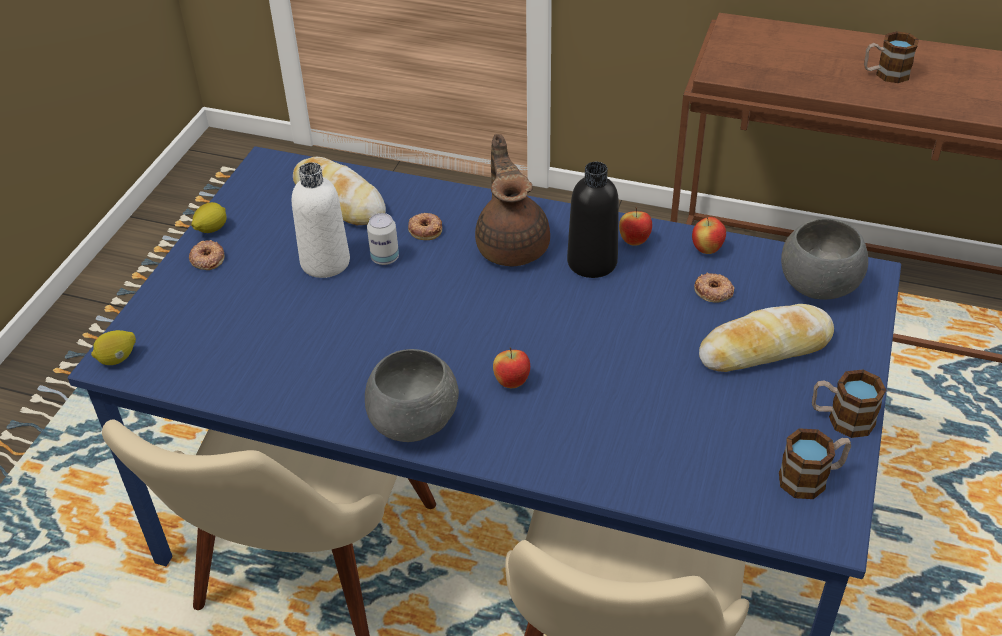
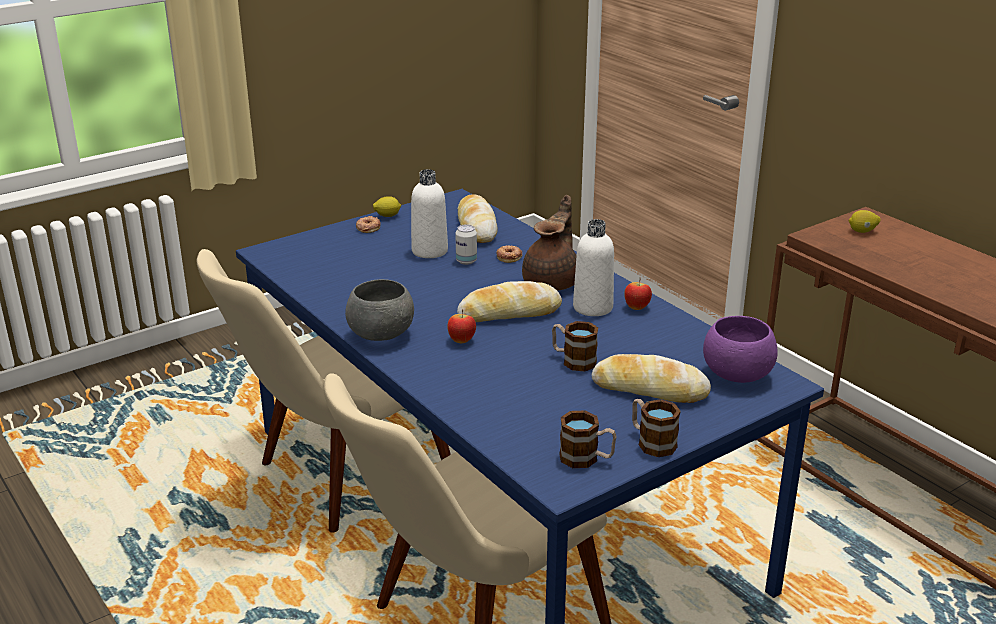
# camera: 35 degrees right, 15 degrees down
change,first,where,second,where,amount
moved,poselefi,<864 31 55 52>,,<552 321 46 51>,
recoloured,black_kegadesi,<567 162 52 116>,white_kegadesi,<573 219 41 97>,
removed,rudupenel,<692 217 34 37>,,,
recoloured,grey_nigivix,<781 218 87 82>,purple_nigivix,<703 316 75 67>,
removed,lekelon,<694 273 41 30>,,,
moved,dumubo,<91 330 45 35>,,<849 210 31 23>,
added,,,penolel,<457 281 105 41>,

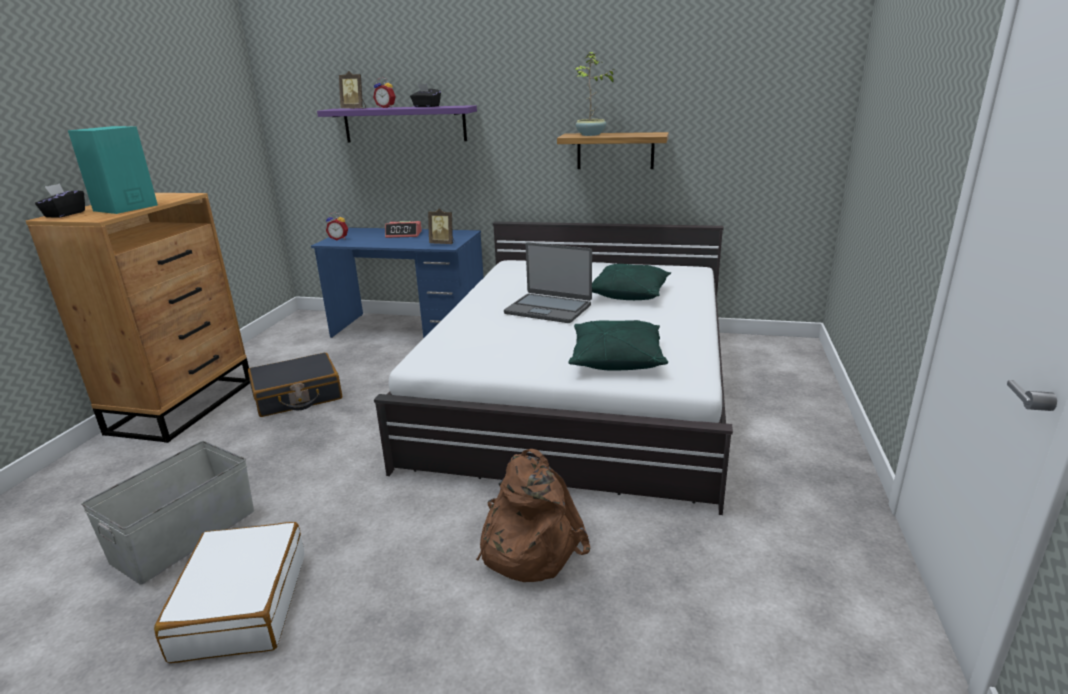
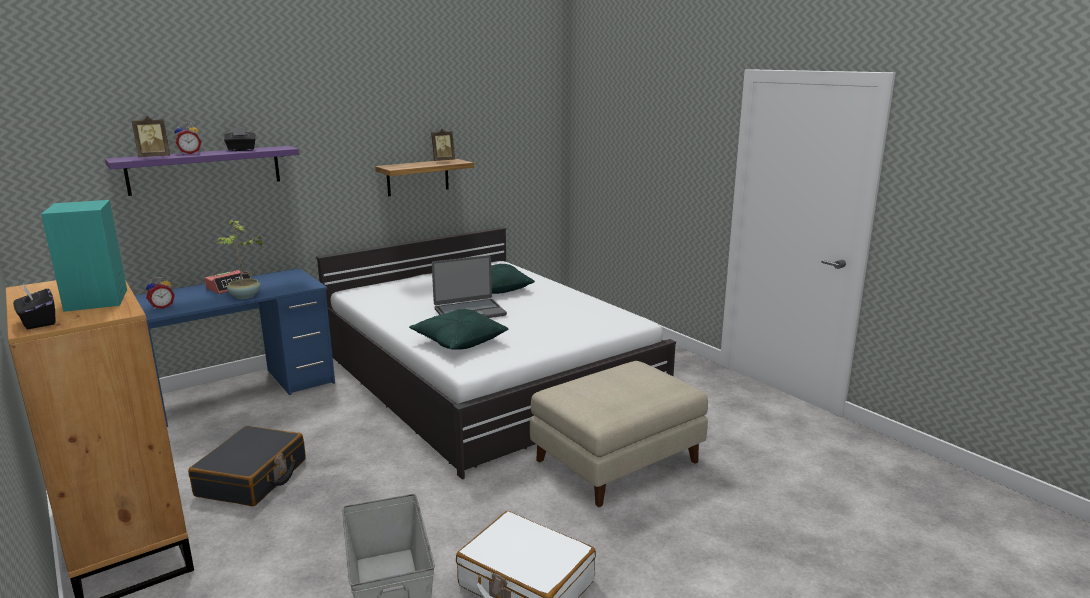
# camera: 50 degrees left, 5 degrees down
change,first,where,second,where,amount
moved,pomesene,<575 52 41 84>,,<216 220 50 79>,
moved,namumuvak,<428 208 26 36>,,<431 129 24 32>,
moved,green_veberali,<568 320 100 51>,,<409 309 99 41>,
replaced,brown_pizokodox,<476 449 114 133>,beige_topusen,<530 361 178 146>,

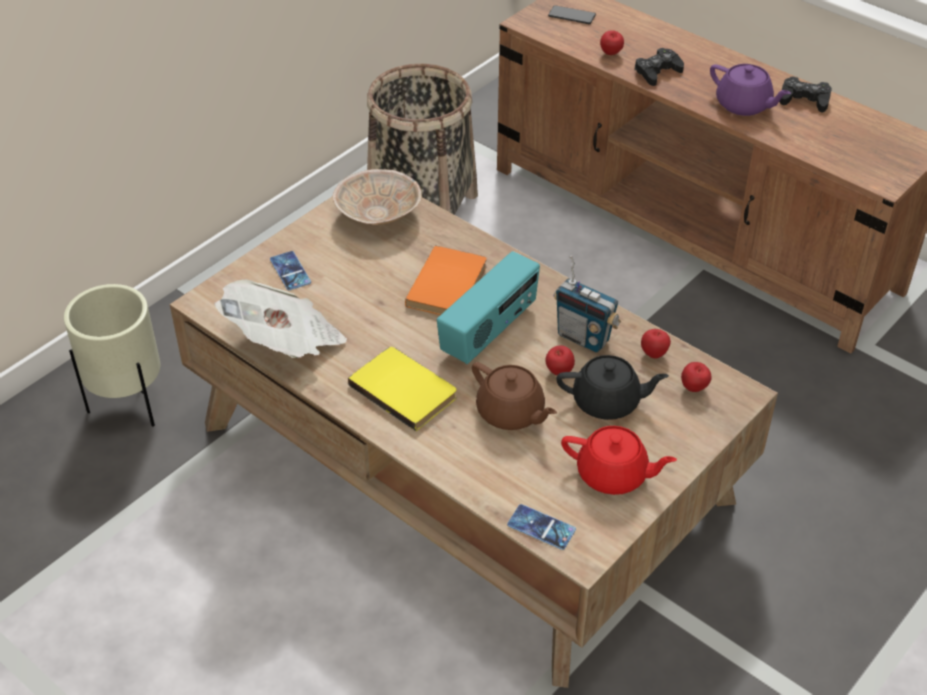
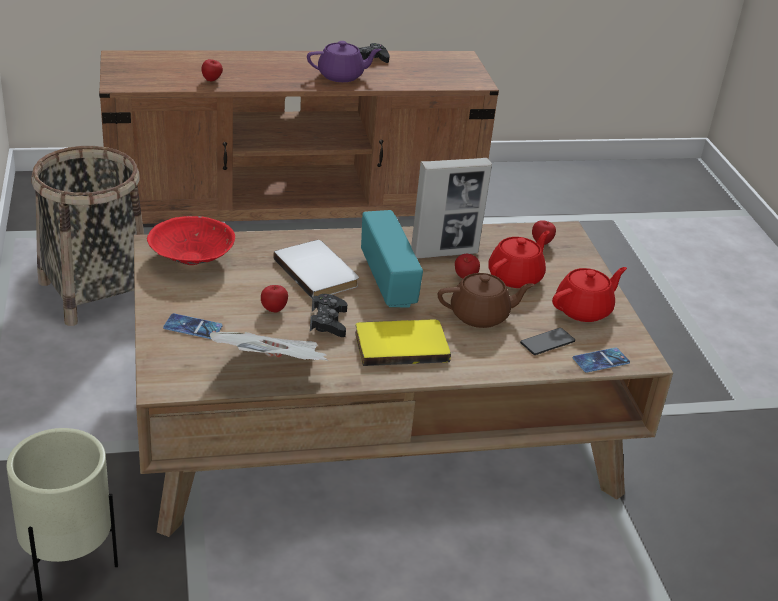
# camera: 55 degrees left, 10 degrees down
change,first,where,second,where,amount
moved,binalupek,<548 5 48 19>,,<520 328 55 27>,
moved,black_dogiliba,<634 48 50 38>,,<310 294 37 43>,
recoloured,beige_nigivix,<332 169 90 56>,red_nigivix,<147 216 88 49>,
recoloured,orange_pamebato,<405 246 82 69>,white_pamebato,<273 240 86 59>,
replaced,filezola,<554 255 67 98>,namumuvak,<411 158 81 101>,
moved,rudupenel,<641 329 30 30>,,<261 285 27 28>,
recoloured,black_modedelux,<556 355 113 65>,red_modedelux,<488 231 62 57>,

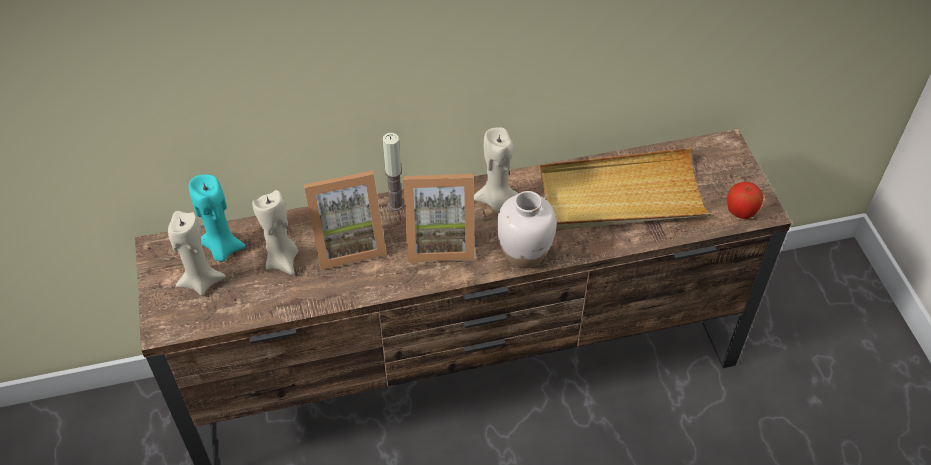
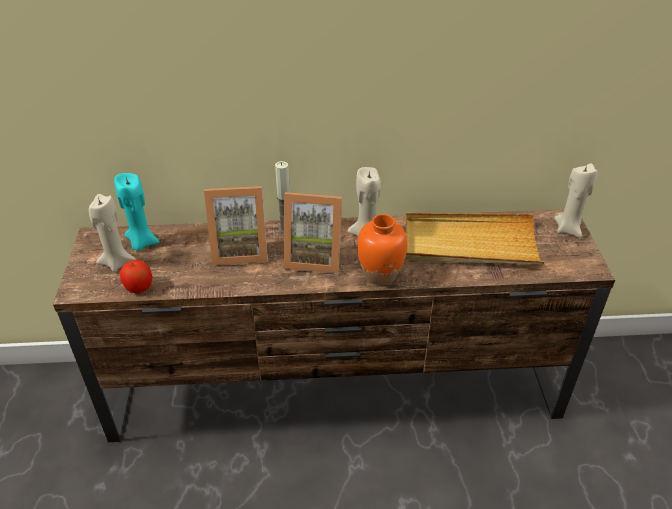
# camera: 10 degrees right, 10 degrees down
change,first,where,second,where,amount
moved,rudupenel,<727 182 37 37>,,<120 260 32 33>,
moved,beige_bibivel,<252 190 46 85>,,<554 163 44 75>,
recoloured,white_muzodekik,<497 191 60 77>,orange_muzodekik,<357 214 51 71>,

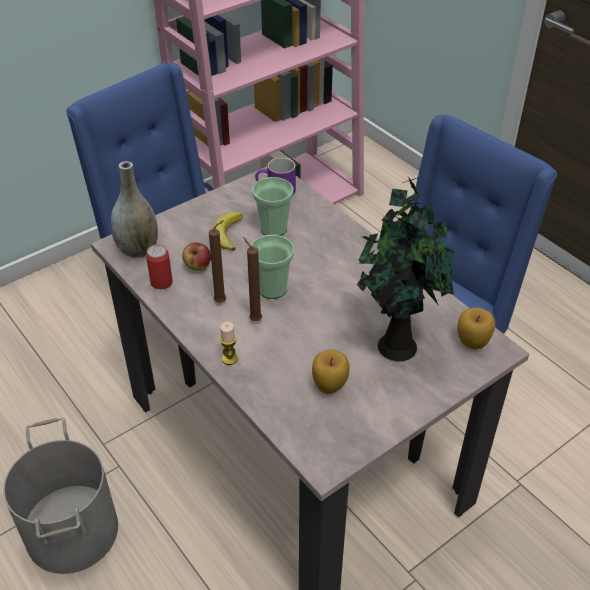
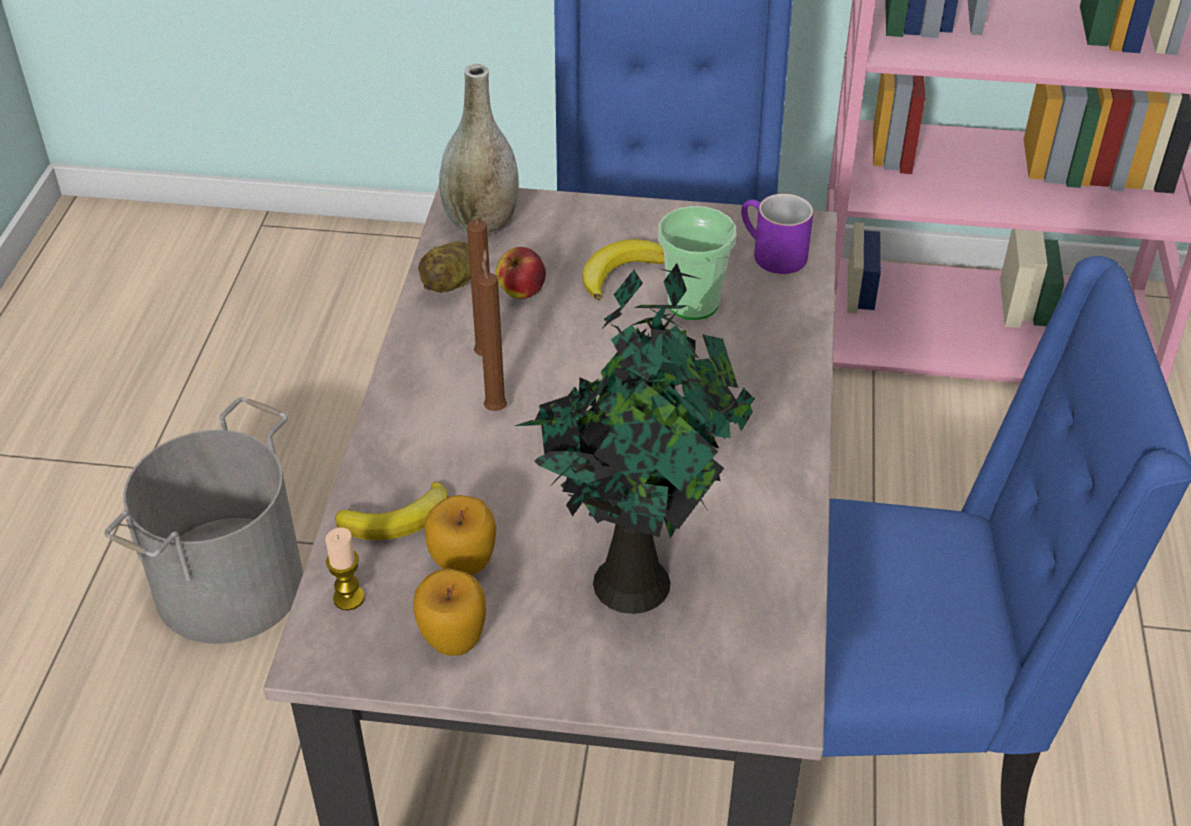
# camera: 45 degrees right, 0 degrees up
change,first,where,second,where,amount
removed,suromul,<251 235 43 64>,,,
replaced,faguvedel,<146 244 27 45>,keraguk,<418 241 53 52>,
moved,rudupenel,<457 307 38 43>,,<413 568 73 88>,
moved,bibivel,<220 321 18 44>,,<325 528 40 82>,
added,,,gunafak,<335 481 113 59>,

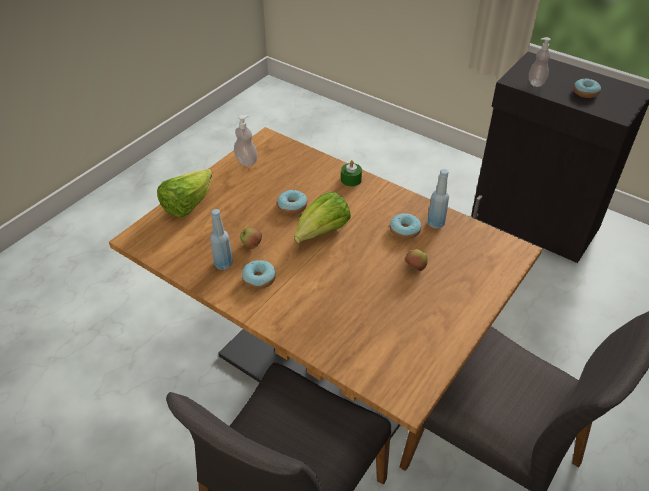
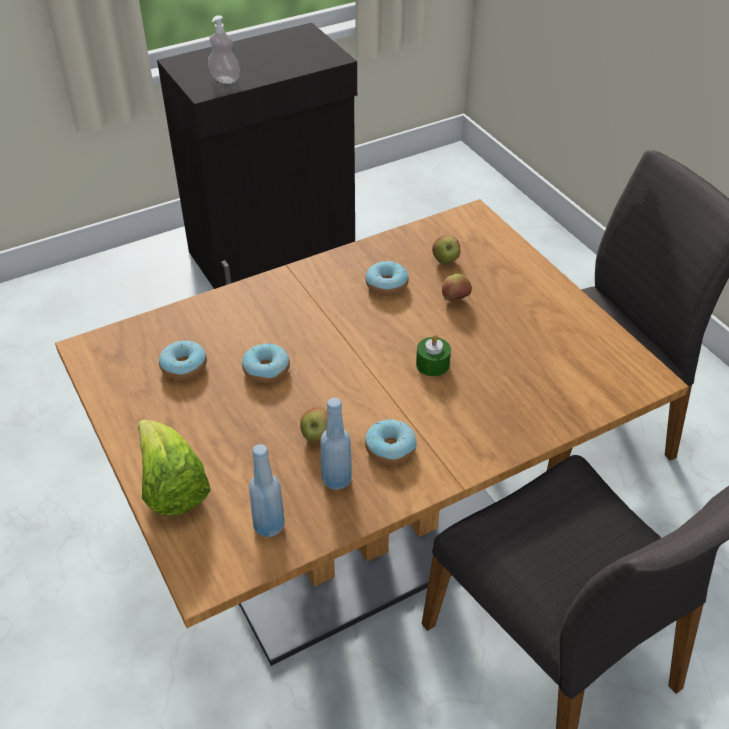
# camera: 65 degrees left, 0 degrees up
change,first,where,second,where,amount
moved,lekelon,<573 79 28 19>,,<159 341 48 39>,
removed,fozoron,<234 115 24 51>,,,
moved,green_bibivel,<341 160 21 27>,,<416 335 35 41>,
moved,blue_kegadesi,<427 169 22 60>,,<249 444 36 93>,
removed,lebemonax,<294 192 57 51>,,,
added,,,rudupenel,<432 235 28 29>,

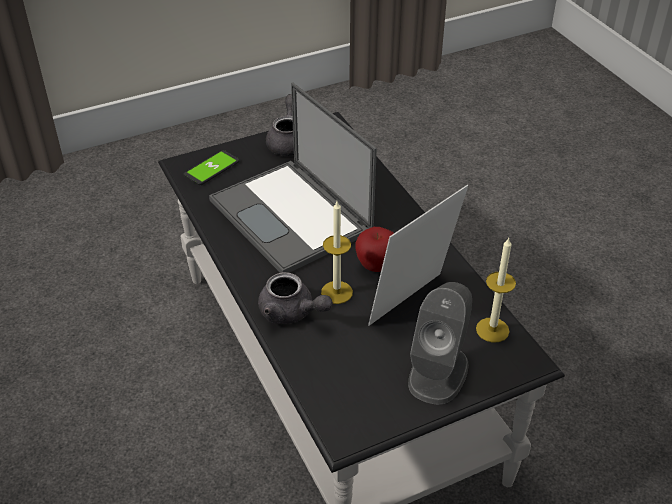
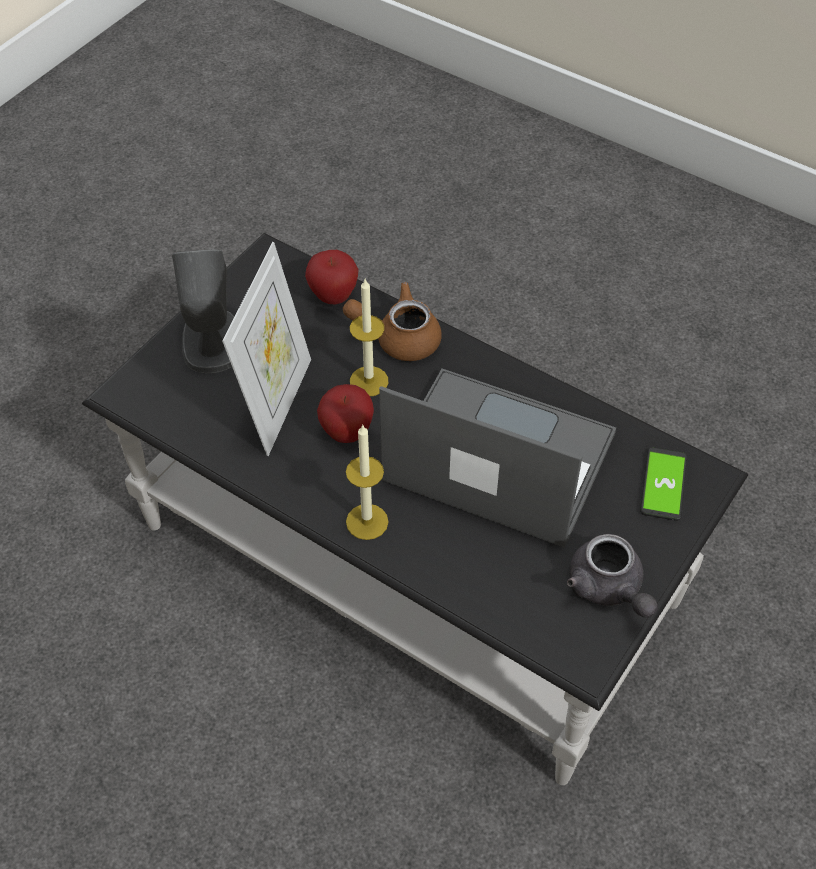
# camera: 150 degrees right, 10 degrees up
change,first,where,second,where,amount
moved,bibivel,<476 238 40 105>,,<346 424 42 116>,
recoloured,grey_modedelux,<258 272 75 52>,brown_modedelux,<343 282 99 79>,
added,,,rudupenel,<305 250 54 55>,

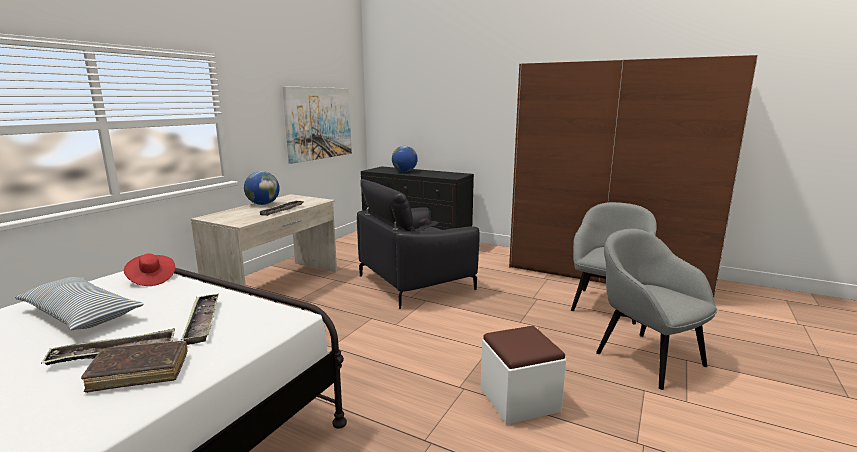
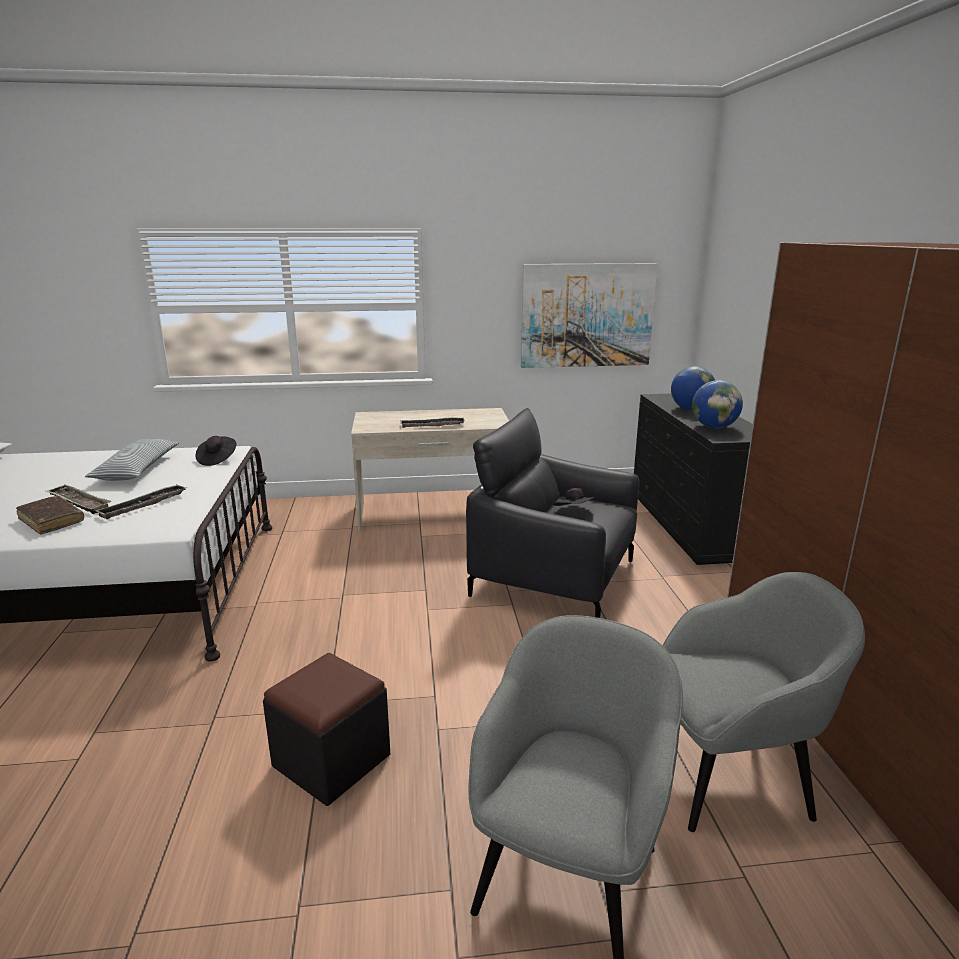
# camera: 55 degrees right, 5 degrees up
change,first,where,second,where,amount
moved,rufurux,<244 171 36 34>,,<692 380 51 48>,
recoloured,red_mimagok,<124 253 51 33>,black_mimagok,<196 436 41 30>,
recoloured,white_topusen,<481 326 85 98>,black_topusen,<263 653 127 153>,

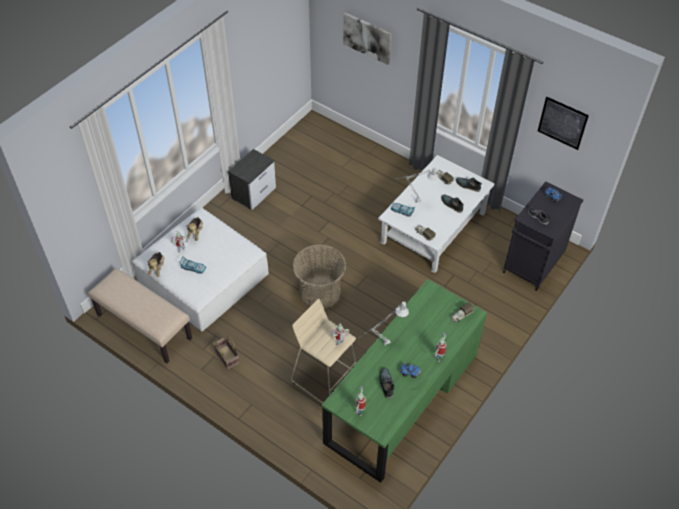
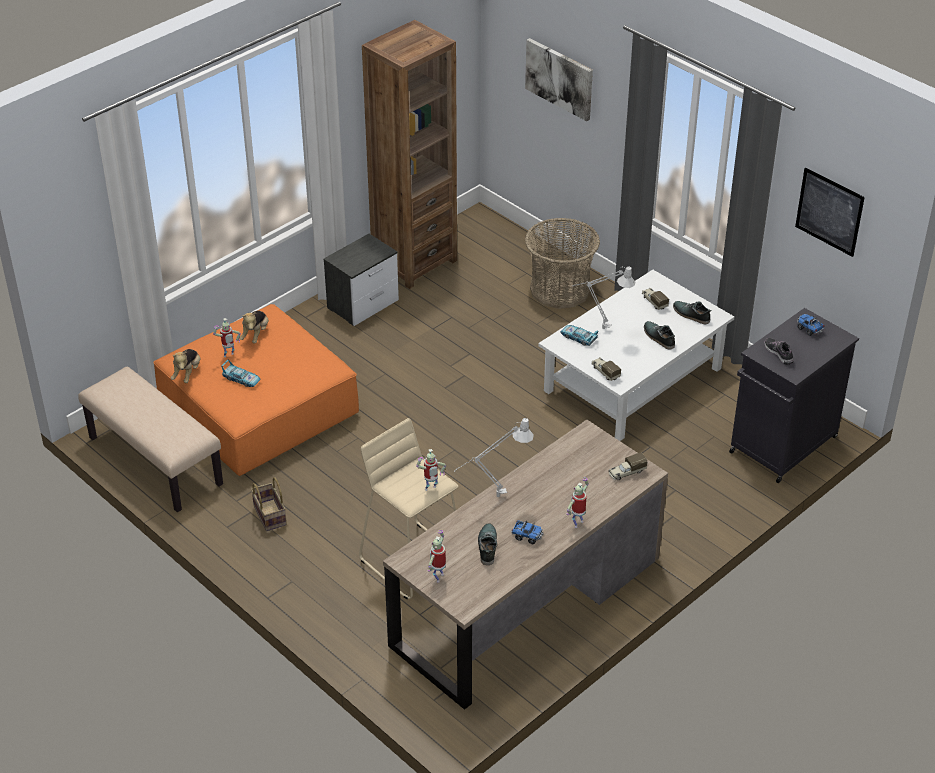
# camera: 10 degrees right, 10 degrees down
change,first,where,second,where,amount
recoloured,white_topusen,<132 208 137 123>,orange_topusen,<153 304 206 172>,
moved,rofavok,<292 245 54 64>,,<525 218 75 91>,
recoloured,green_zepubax,<322 279 165 204>,brown_zepubax,<383 420 285 290>,
added,,,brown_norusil,<362 20 95 269>,

